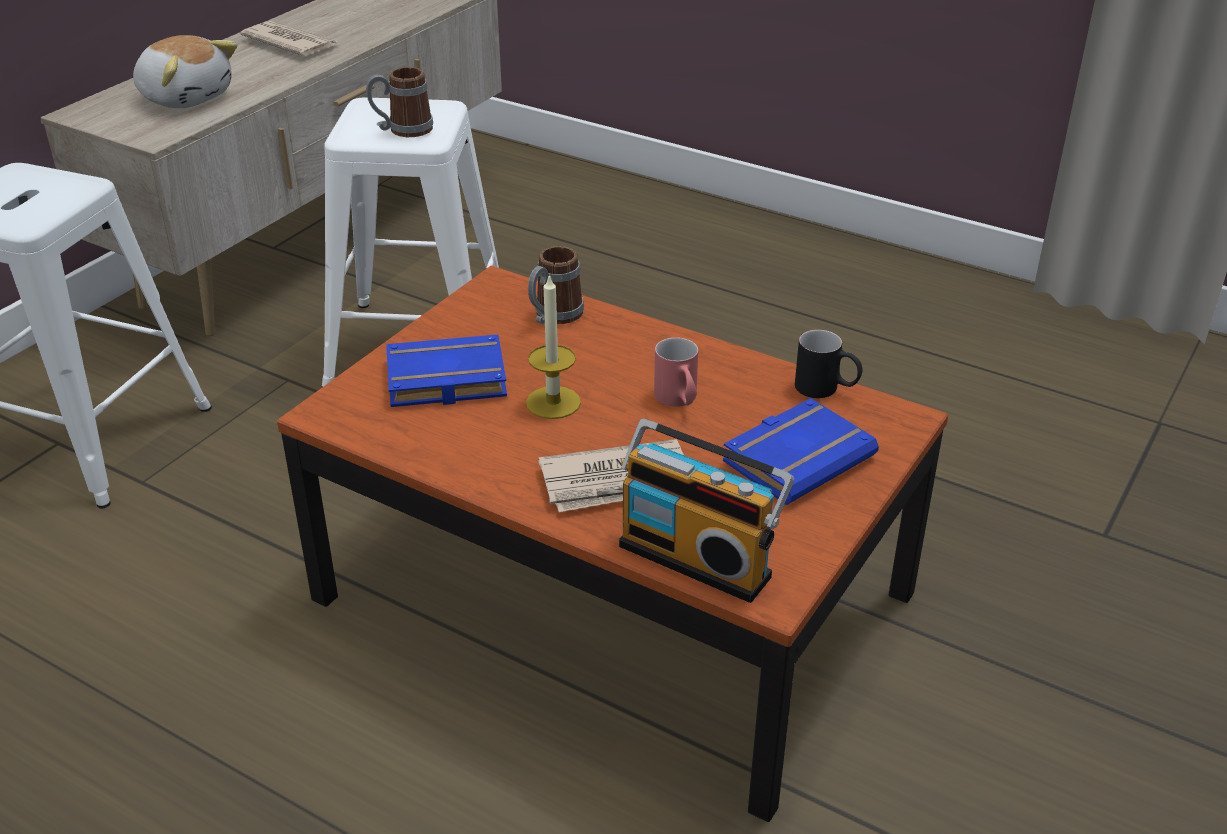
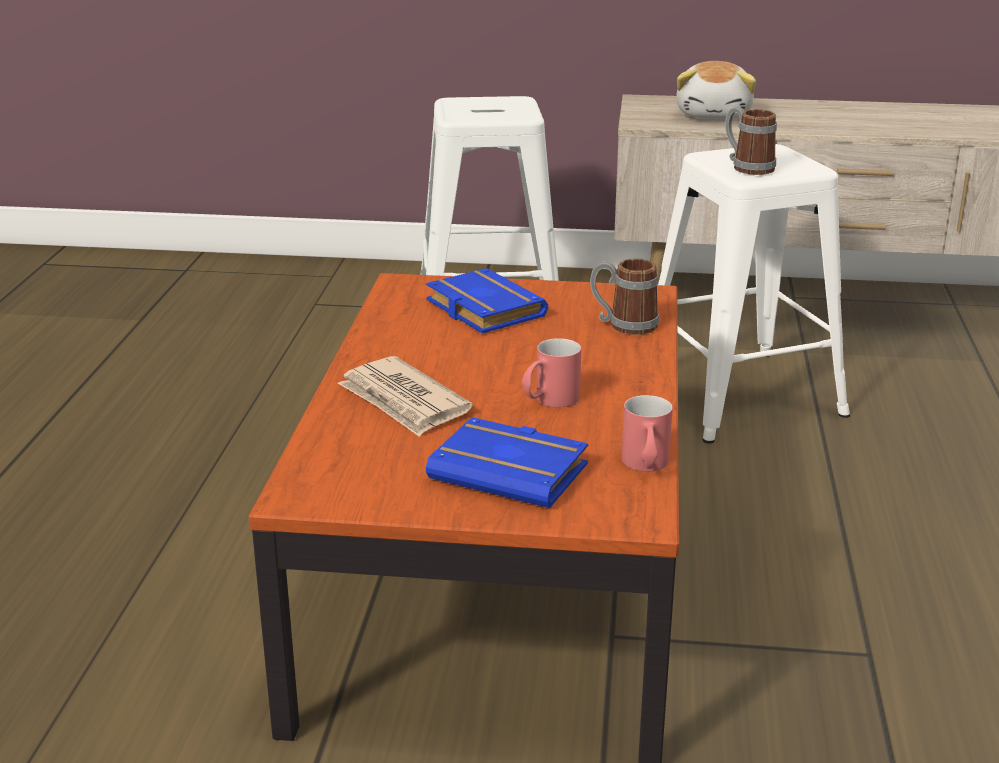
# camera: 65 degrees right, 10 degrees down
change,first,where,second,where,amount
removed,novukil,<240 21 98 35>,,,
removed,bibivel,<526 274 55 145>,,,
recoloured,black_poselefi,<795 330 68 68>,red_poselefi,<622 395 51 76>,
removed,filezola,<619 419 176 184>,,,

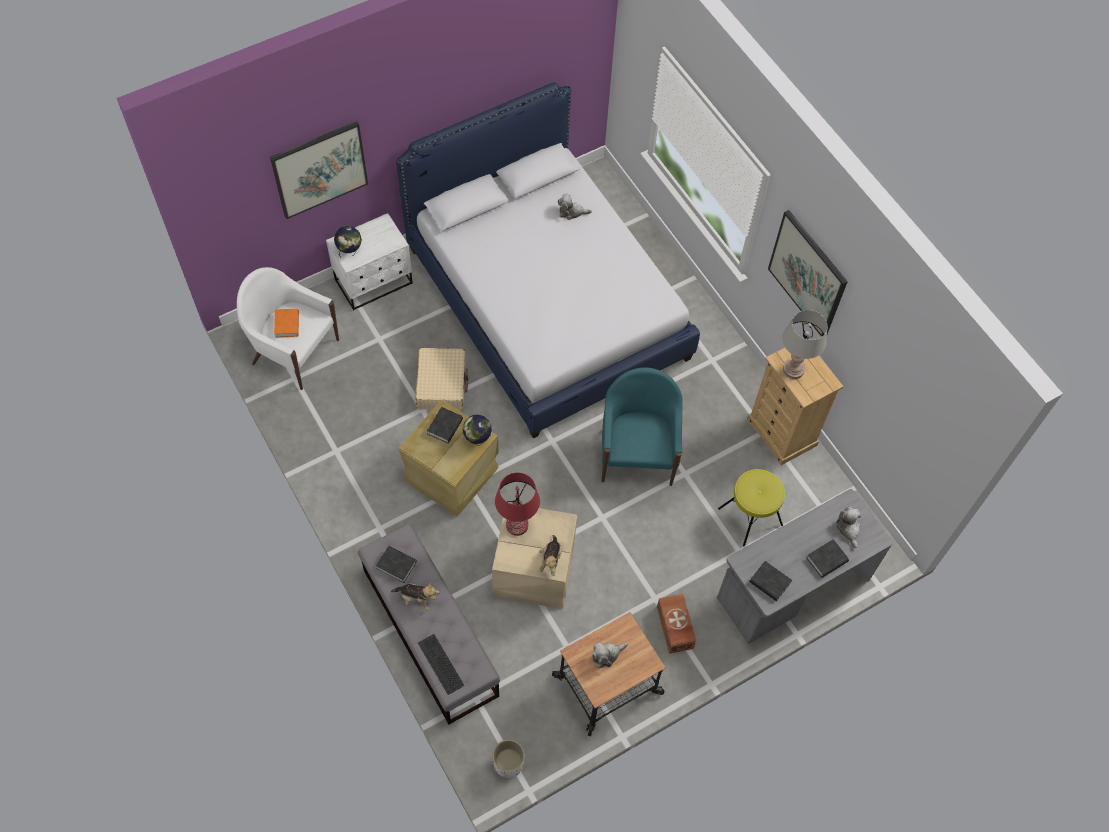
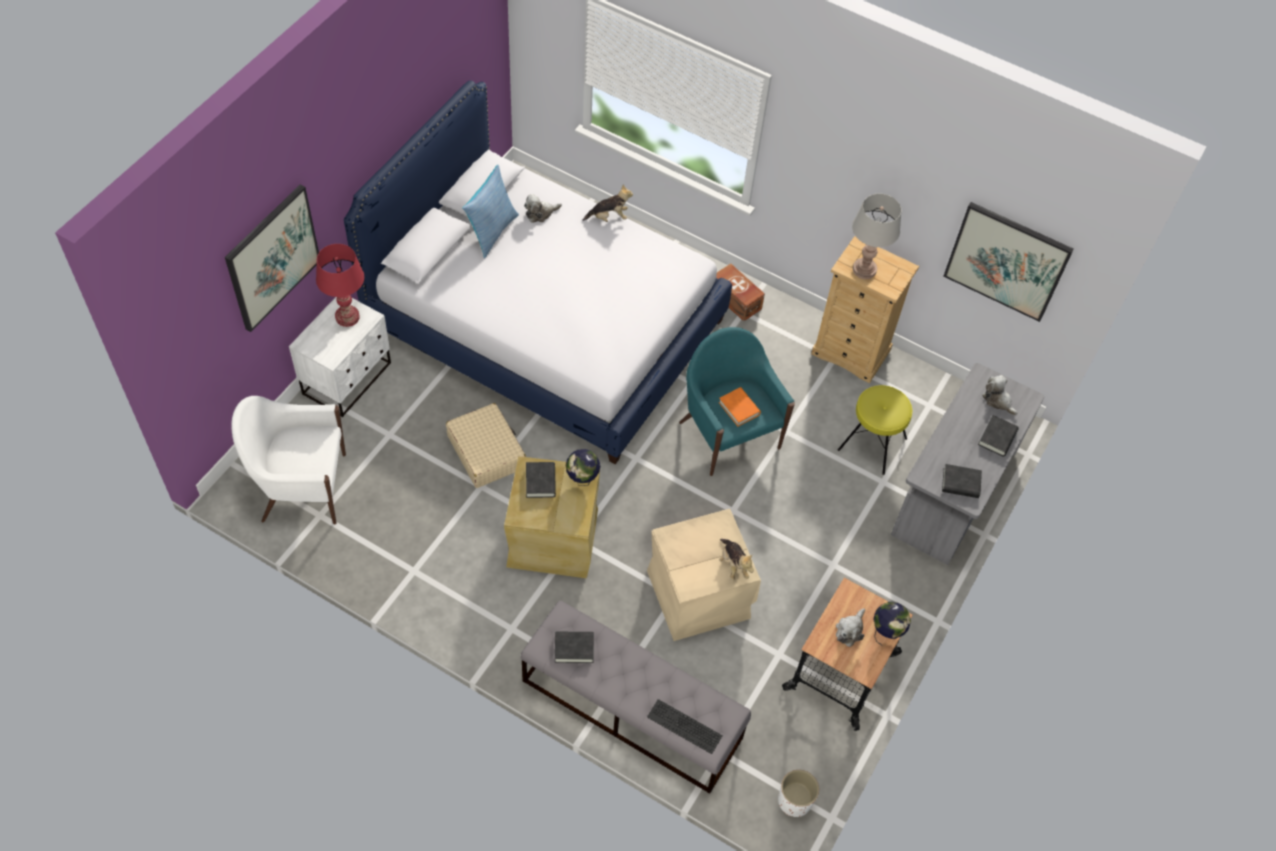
# camera: 30 degrees left, 5 degrees down
change,first,where,second,where,amount
moved,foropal,<768 210 80 127>,,<943 202 131 120>,
moved,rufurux,<334 226 28 32>,,<873 602 38 44>,
moved,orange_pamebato,<274 309 25 29>,,<719 387 42 40>,
moved,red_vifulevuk,<495 473 45 63>,,<316 244 48 83>,
moved,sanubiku,<391 583 48 27>,,<582 184 51 38>,
moved,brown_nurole,<657 594 39 60>,,<716 263 49 58>,
added,,,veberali,<462 165 57 94>,

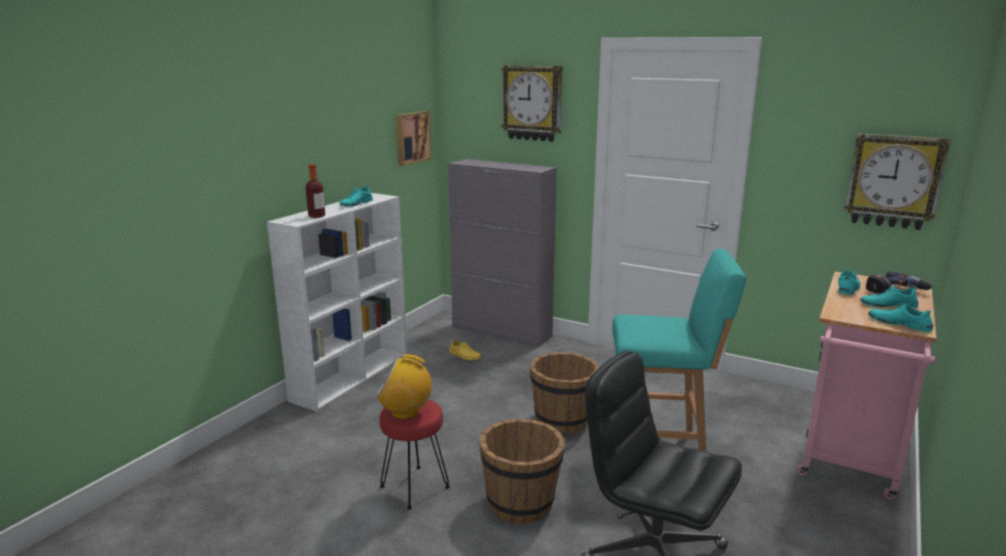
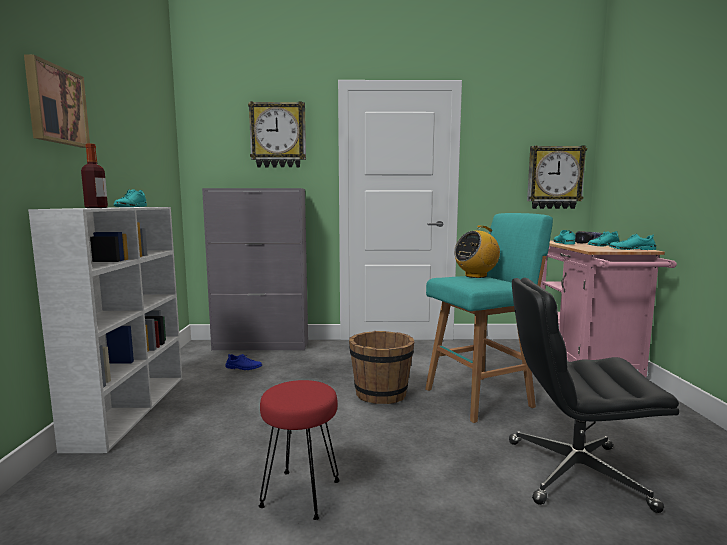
# camera: 30 degrees left, 10 degrees down
change,first,where,second,where,amount
moved,foropal,<396 111 36 55>,,<24 55 66 93>,
recoloured,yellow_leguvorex,<449 340 33 20>,blue_leguvorex,<225 354 37 16>,
moved,filezola,<377 354 57 66>,,<454 226 46 52>,
removed,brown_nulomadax,<479 419 85 105>,,,

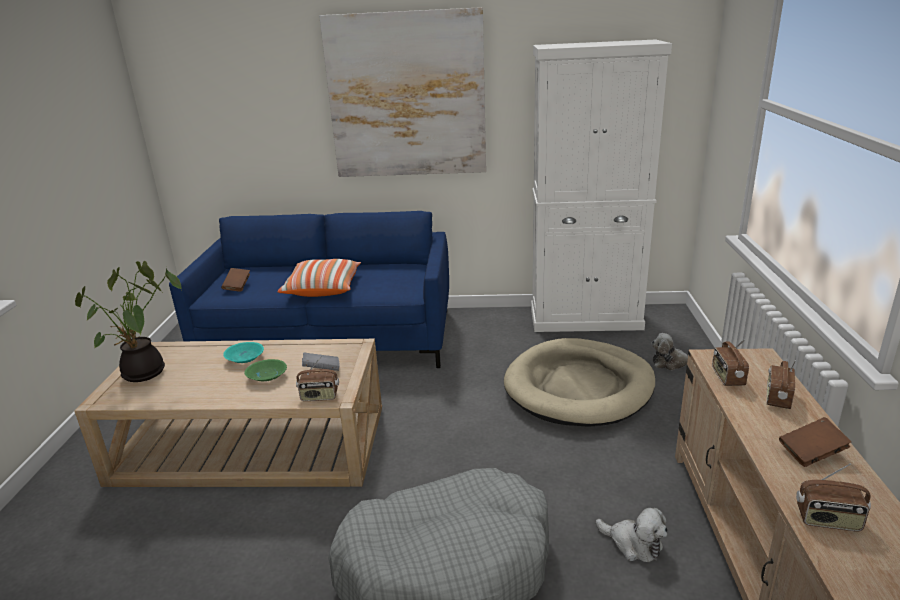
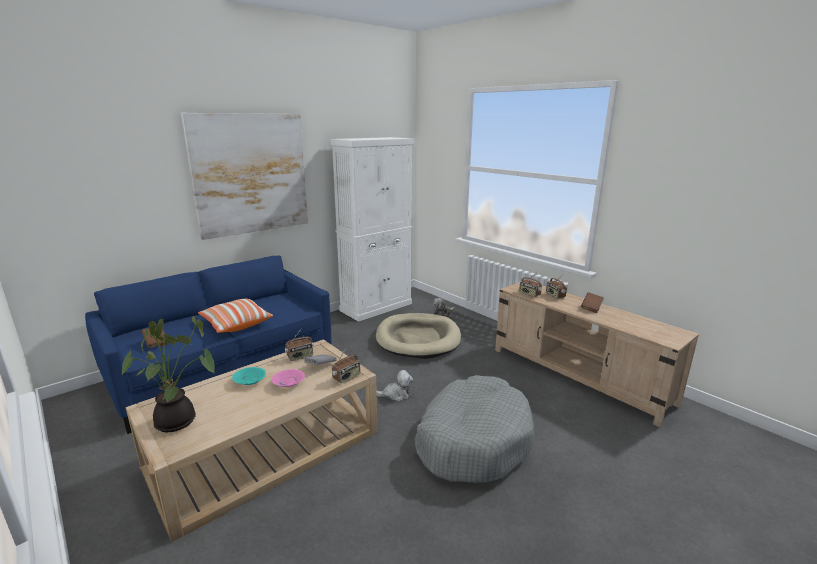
# camera: 45 degrees left, 5 degrees down
change,first,where,second,where,amount
recoloured,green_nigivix,<244 359 43 23>,pink_nigivix,<271 369 34 18>,
moved,filezola,<796 464 75 68>,,<285 329 28 32>,
moved,sanubiku,<596 508 72 54>,,<376 370 37 32>,

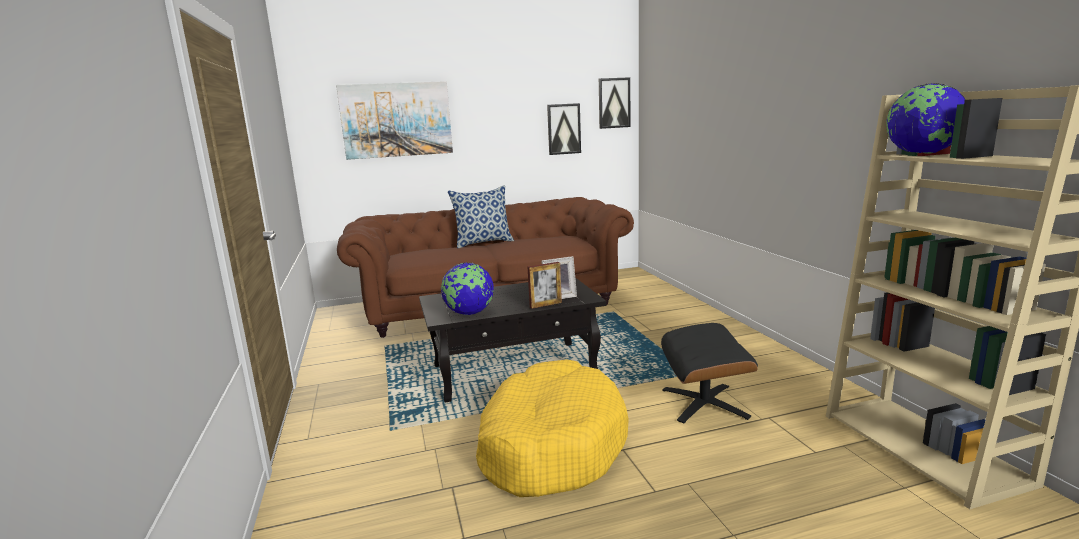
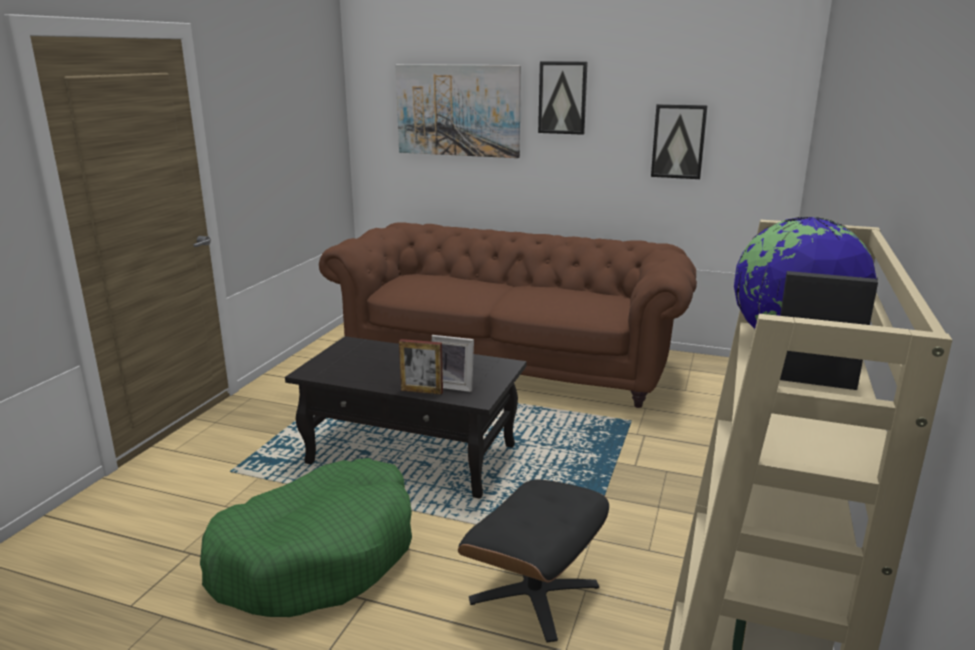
# camera: 35 degrees right, 5 degrees up
change,first,where,second,where,amount
moved,foropal,<599 77 31 52>,,<538 61 50 74>,
removed,veberali,<448 185 66 63>,,,
removed,rufurux,<441 263 53 52>,,,
recoloured,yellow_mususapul,<476 359 153 138>,green_mususapul,<200 458 212 159>,

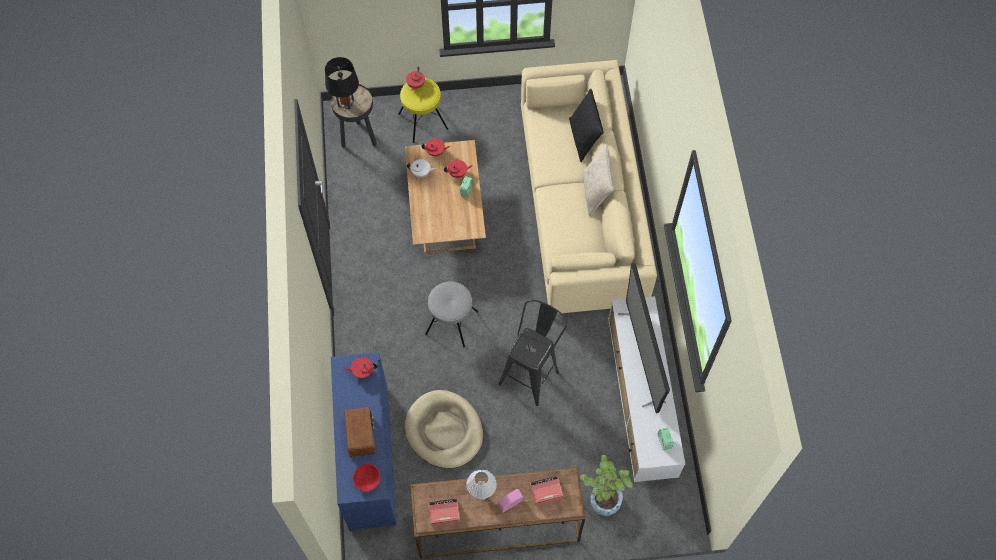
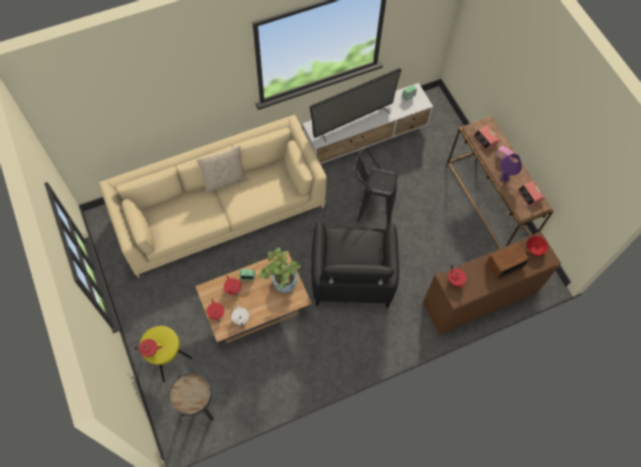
# camera: 110 degrees left, 0 degrees up
change,first,where,second,where,amount
removed,black_vifulevuk,<325 57 34 52>,,,
removed,black_veberali,<569 89 35 73>,,,
replaced,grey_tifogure,<425 281 53 66>,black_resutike,<311 222 88 86>,
recoloured,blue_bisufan,<331 352 66 178>,brown_bisufan,<423 231 138 104>,
removed,beige_mususapul,<405 390 78 79>,,,
moved,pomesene,<580 455 53 61>,,<259 247 42 46>,
recoloured,white_vifulevuk,<466 470 31 30>,purple_vifulevuk,<500 154 22 27>,

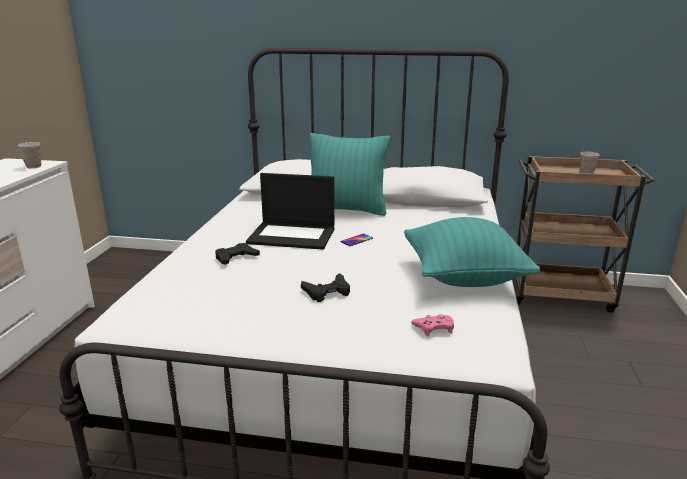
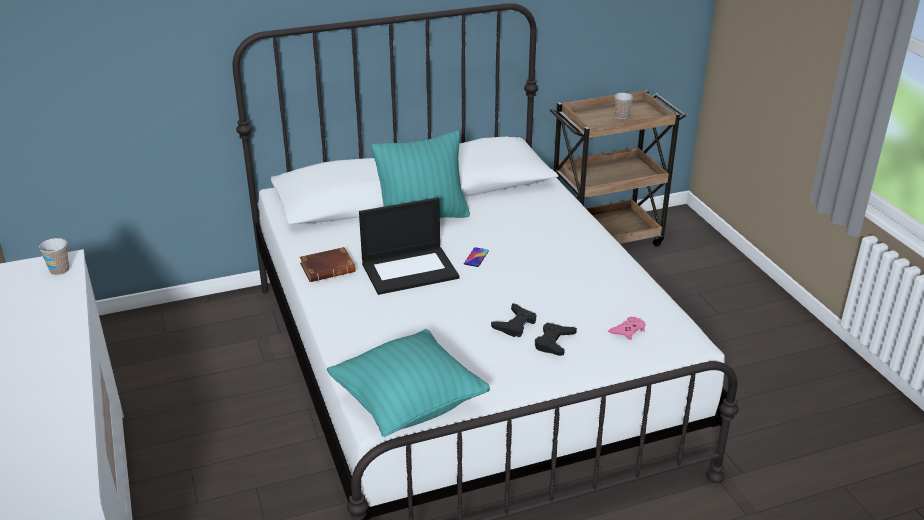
# camera: 30 degrees left, 10 degrees up
change,first,where,second,where,amount
moved,turquoise_veberali,<404 217 136 70>,,<327 329 163 108>,
moved,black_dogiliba,<215 243 45 22>,,<535 323 42 33>,
added,,,brown_pamebato,<300 247 56 35>,

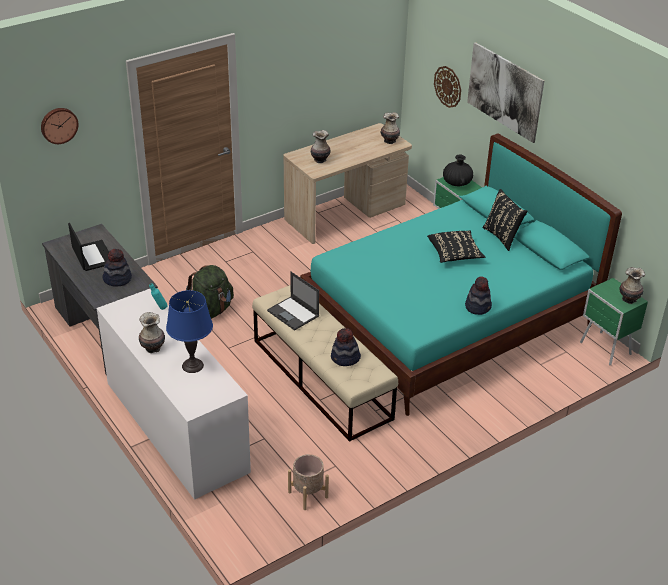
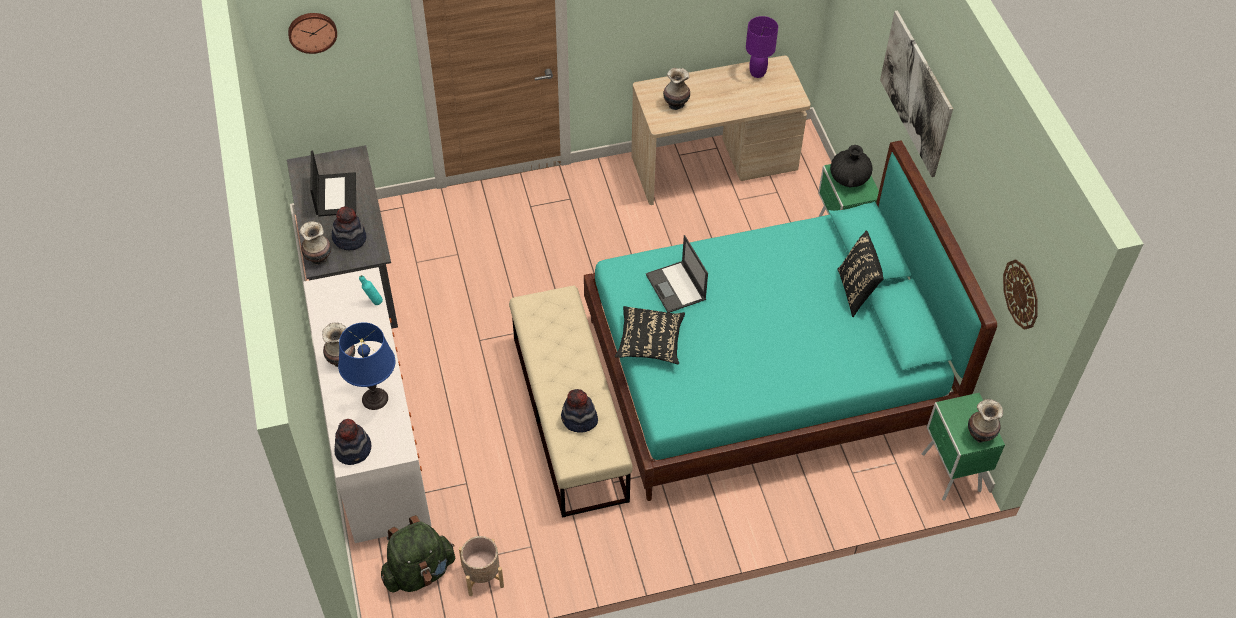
# camera: 20 degrees right, 15 degrees up
change,first,where,second,where,amount
moved,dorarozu,<434 66 27 42>,,<1003 259 35 71>,
moved,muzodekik,<381 112 19 32>,,<299 221 32 44>,
moved,black_veberali,<427 230 58 33>,,<615 306 70 58>,
moved,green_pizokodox,<186 265 48 54>,,<381 515 74 77>,
moved,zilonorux,<267 272 52 59>,,<646 235 62 78>,
moved,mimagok,<465 277 27 38>,,<334 419 38 46>,
added,,,purple_vifulevuk,<746 16 32 62>,

